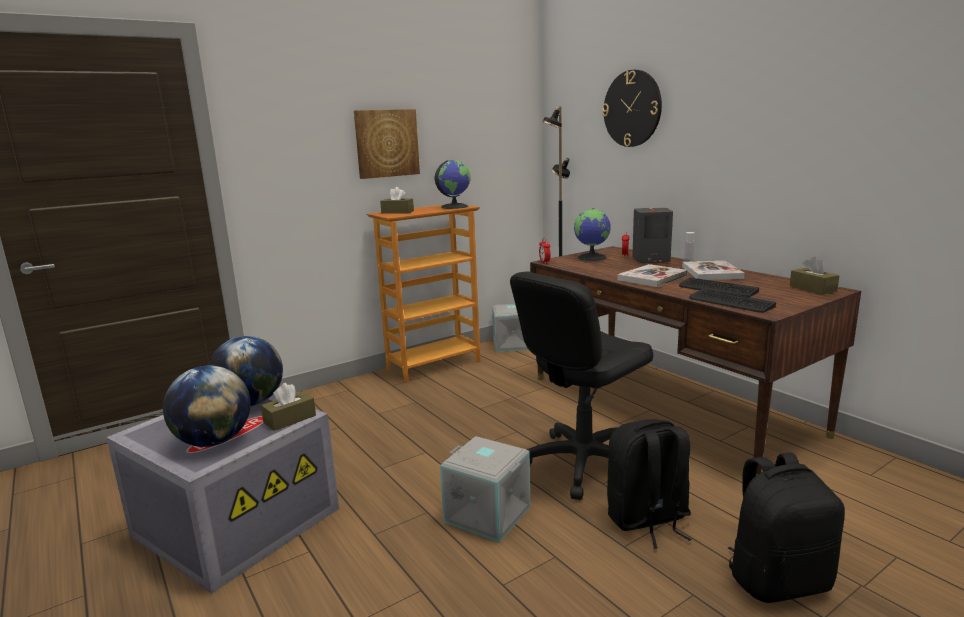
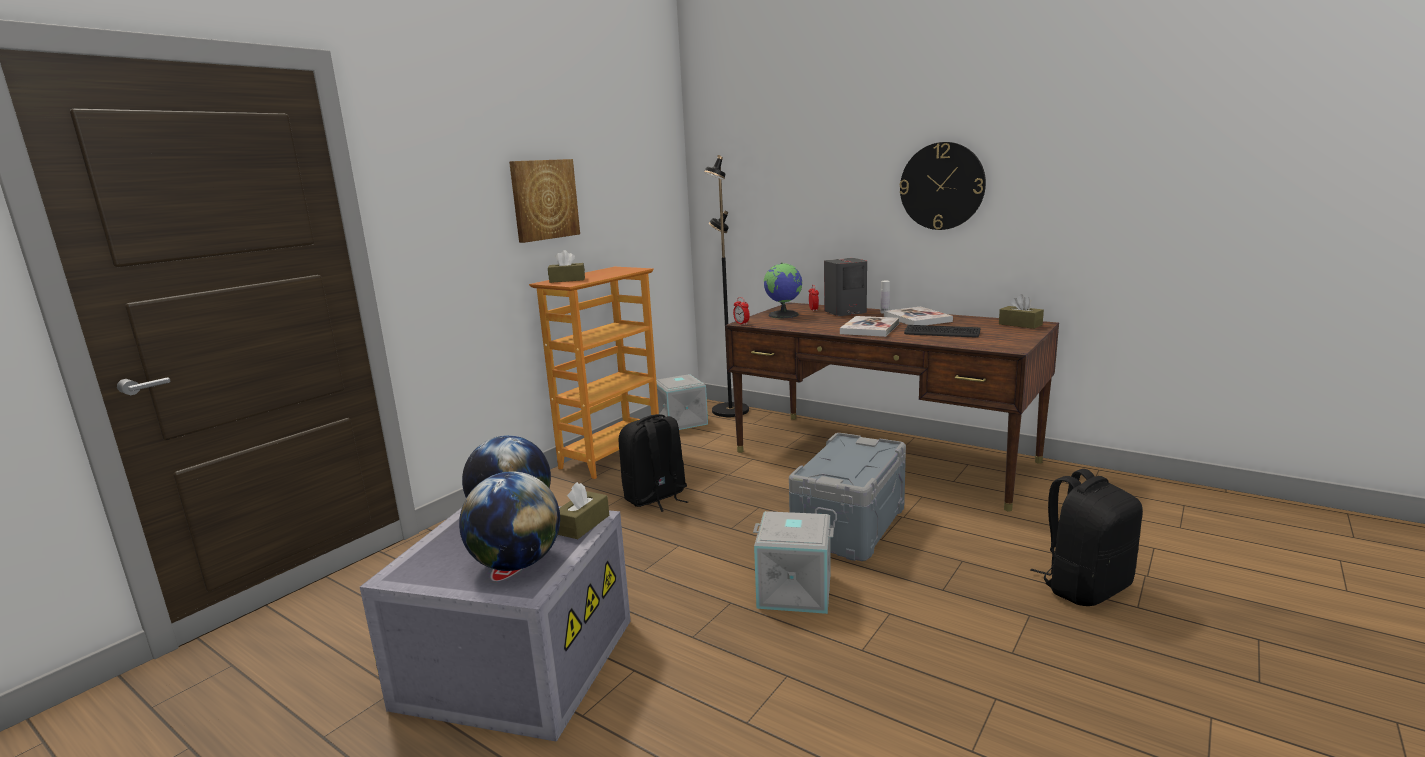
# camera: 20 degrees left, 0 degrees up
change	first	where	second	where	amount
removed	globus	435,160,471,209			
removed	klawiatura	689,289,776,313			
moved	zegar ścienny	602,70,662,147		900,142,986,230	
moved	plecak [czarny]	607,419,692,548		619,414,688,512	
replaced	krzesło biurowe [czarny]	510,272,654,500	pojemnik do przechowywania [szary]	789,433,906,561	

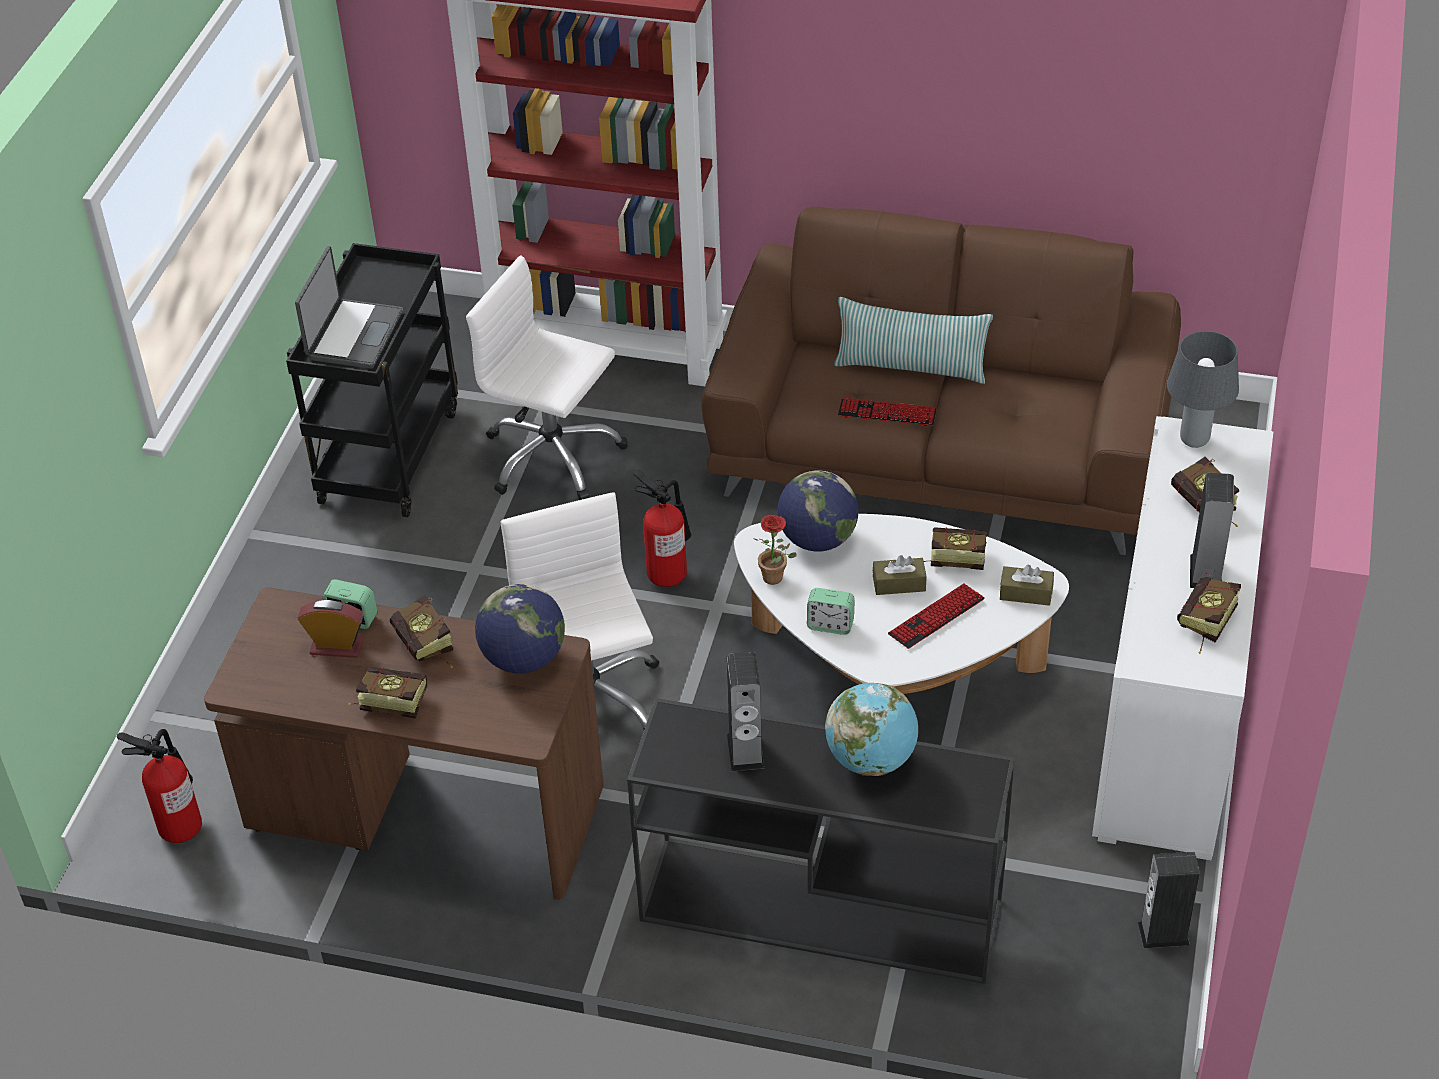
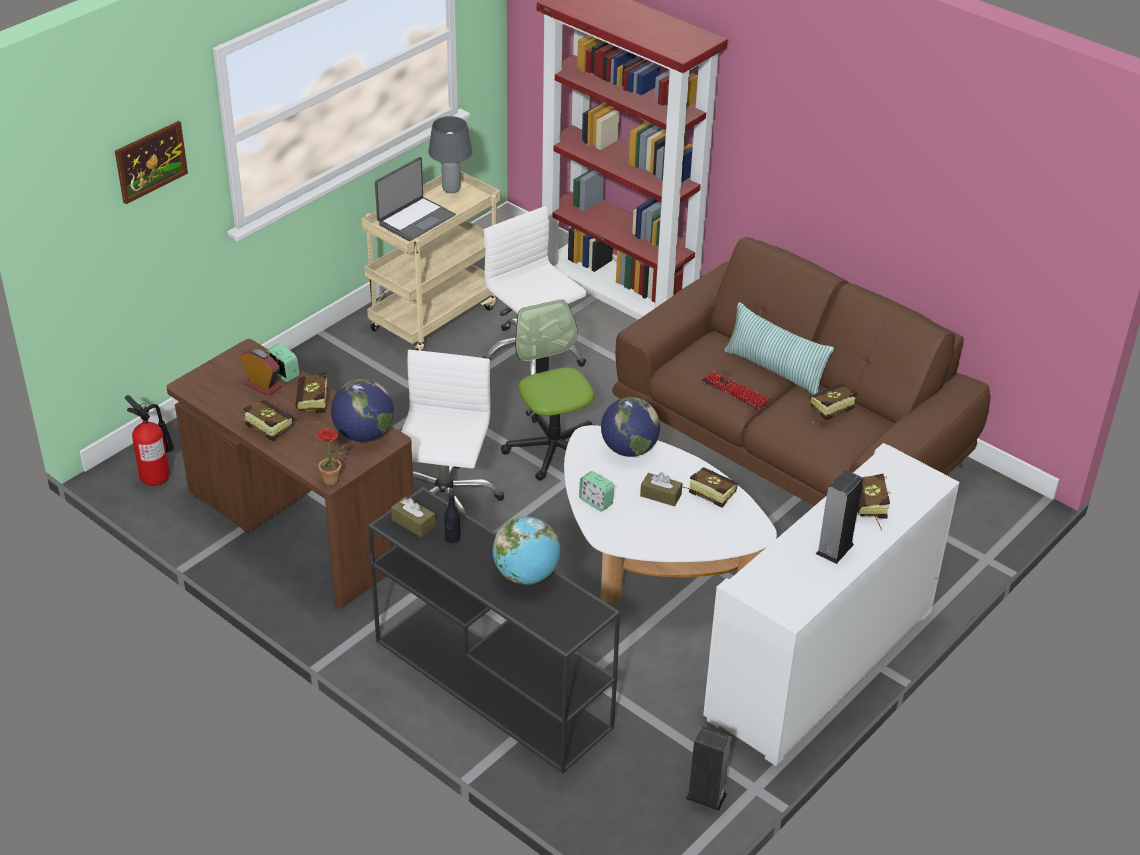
# camera: 25 degrees right, 5 degrees down
change	first	where	second	where	amount
removed	klawiatura	888,583,985,649			
added			obraz	115,121,188,204	
moved	roślina doniczkowa	753,515,797,585		314,428,345,486	
moved	pudełko chusteczek [brązowy]	1000,565,1054,606		391,496,435,537	
moved	lampa stołowa [szary]	1167,331,1239,448		428,116,472,193	
moved	książka	1177,577,1241,654		809,384,856,423	
replaced	gaśnica	633,470,691,587	krzesło biurowe	501,299,594,481	
replaced	głośnik	726,652,764,771	butelka [czarny]	444,488,460,544	
recoloured	wózek [czarny]	286,243,458,517	wózek [beżowy]	361,171,500,351	

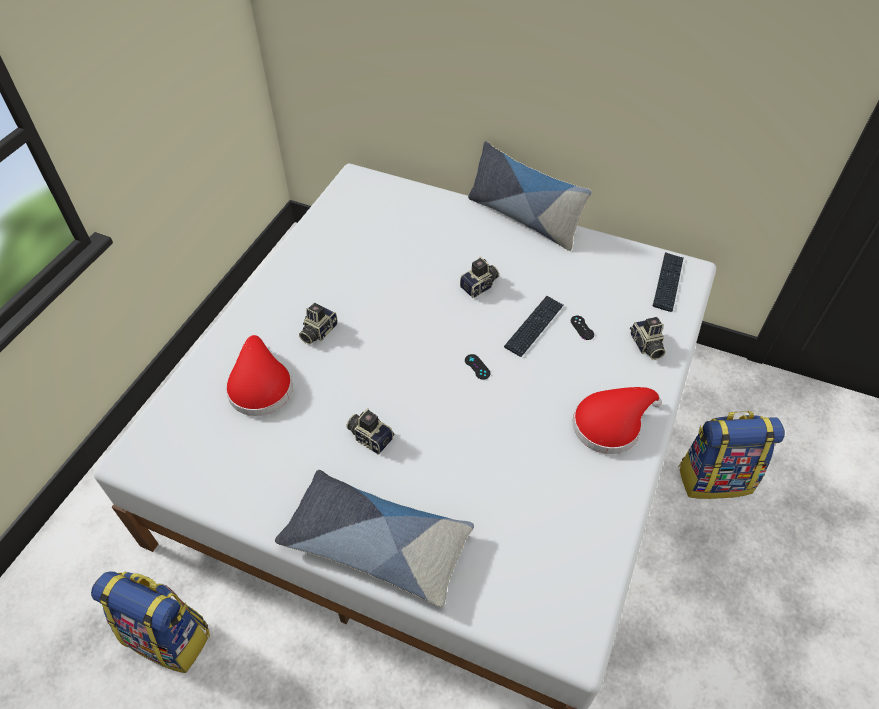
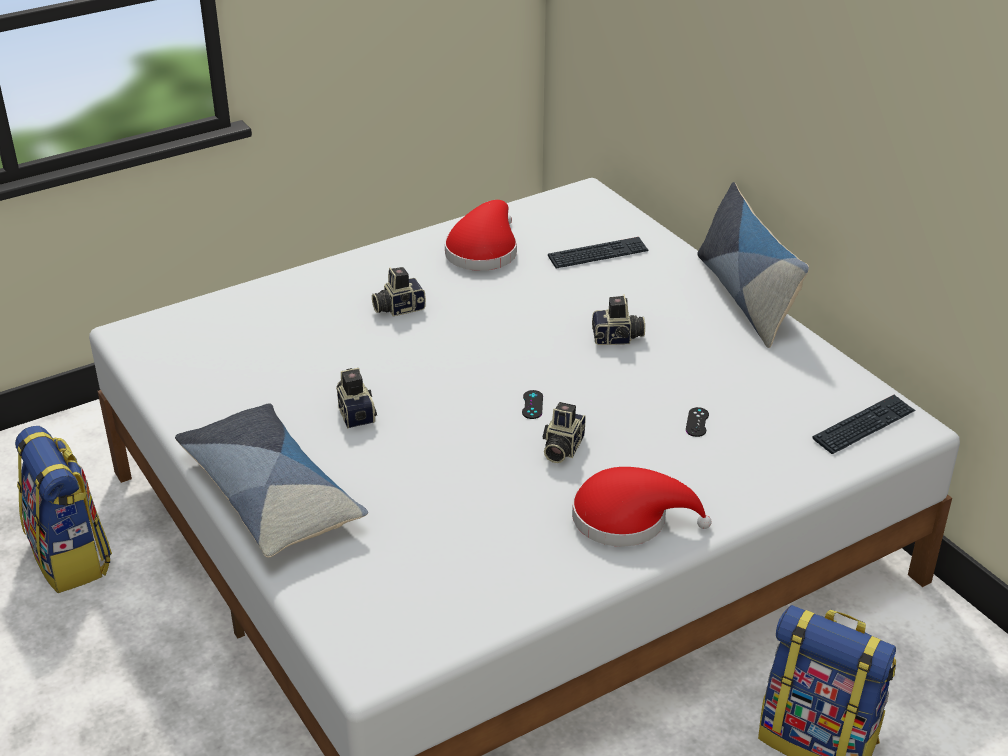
# camera: 35 degrees right, 15 degrees down
change	first	where	second	where	amount
moved	kapelusz [czerwony]	226,335,293,416		445,200,517,271	
moved	klawiatura	504,296,564,357		548,237,649,269	
moved	aparat fotograficzny	630,317,666,360		542,402,586,463	

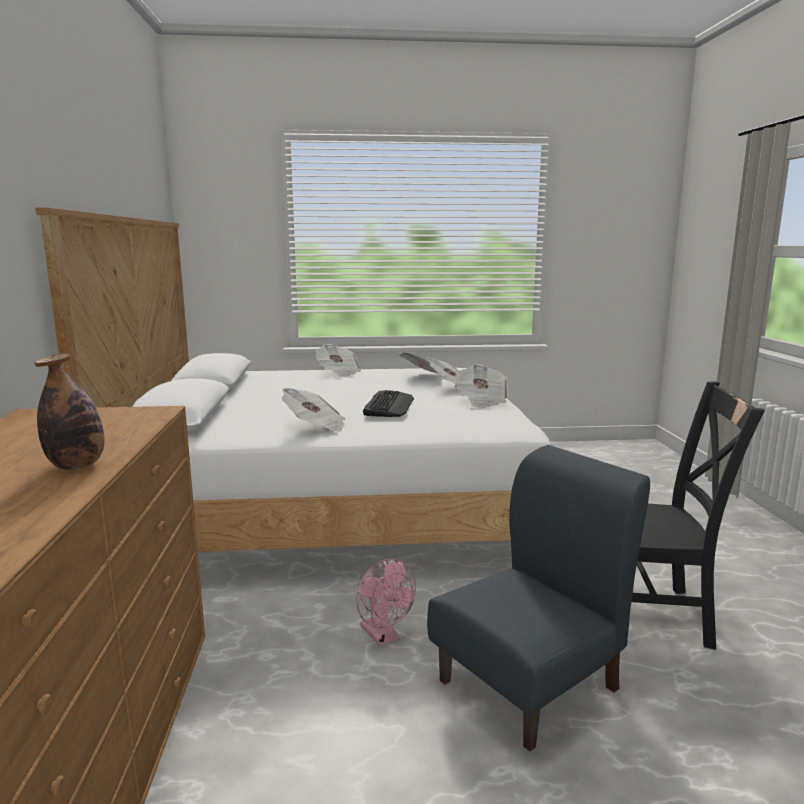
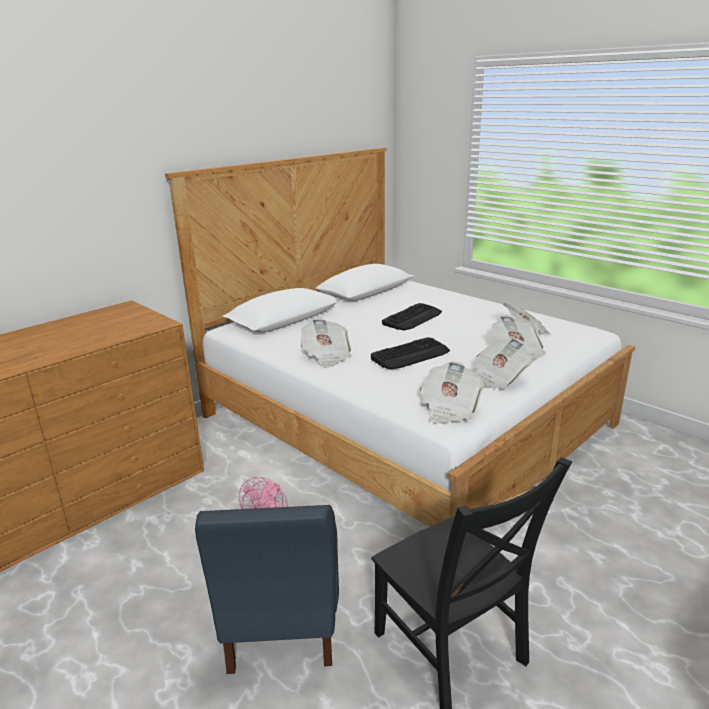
# camera: 50 degrees right, 10 degrees up
change	first	where	second	where	amount
removed	butelka	35,353,105,470			
added			klawiatura	382,303,442,330	
moved	gazeta	315,344,361,378		420,361,484,424	
turned	krzesło [niebieski]	427,445,650,751		195,505,339,674	75 degrees clockwise

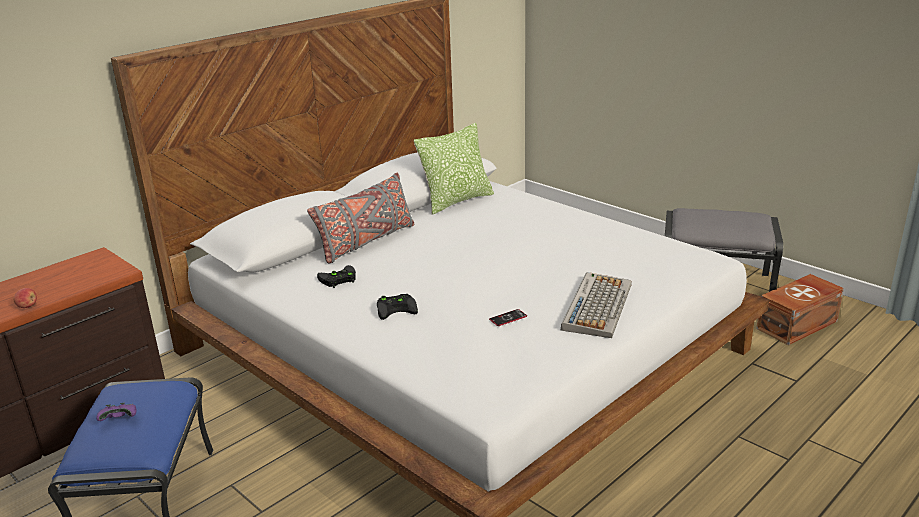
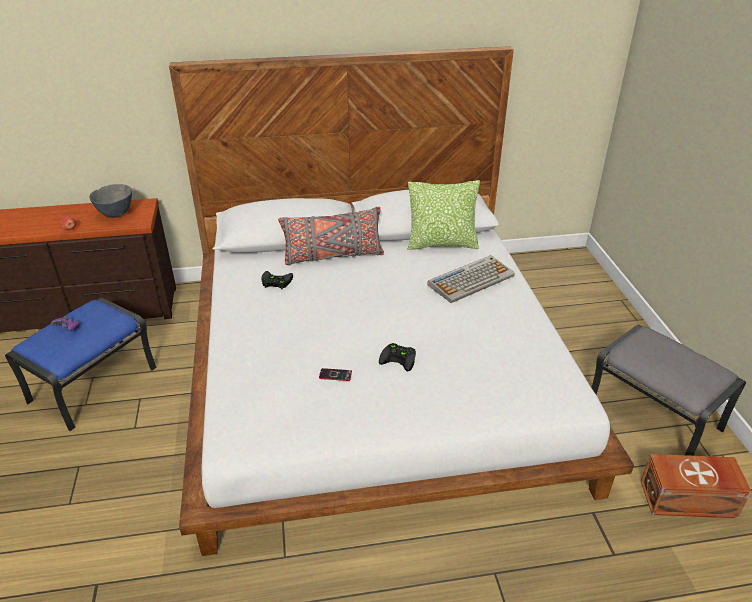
# camera: 35 degrees right, 10 degrees up
change	first	where	second	where	amount
added			miska [szary]	89,184,132,218	
moved	pad do gier [czarny]	377,294,418,320		379,343,416,372	
moved	klawiatura	561,272,632,338		427,255,515,303	

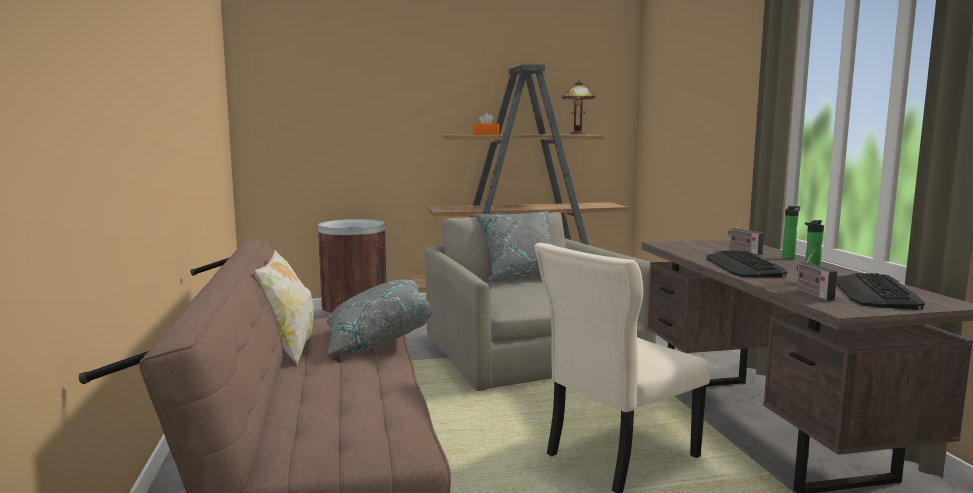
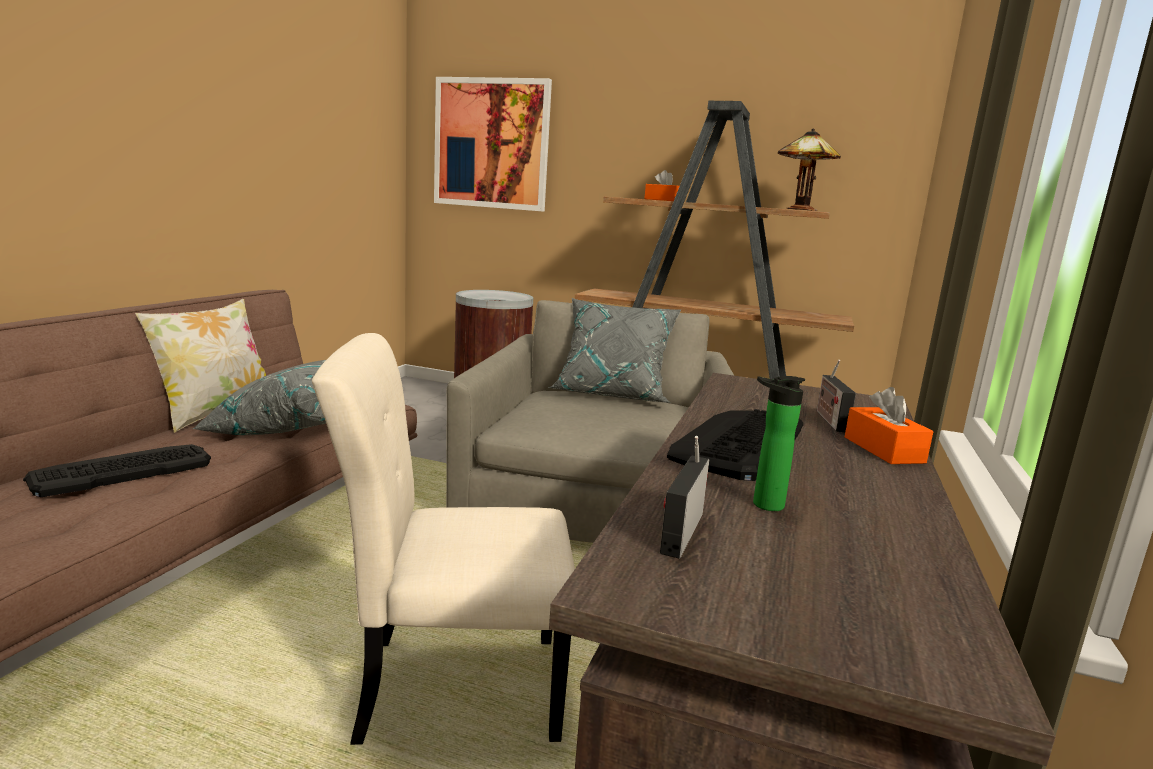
# camera: 30 degrees right, 5 degrees up
change	first	where	second	where	amount
added			obraz	434,77,552,212	
moved	klawiatura	836,273,925,310		23,444,211,497	
replaced	butelka	782,206,801,259	pudełko chusteczek [pomarańczowy]	845,387,934,464	

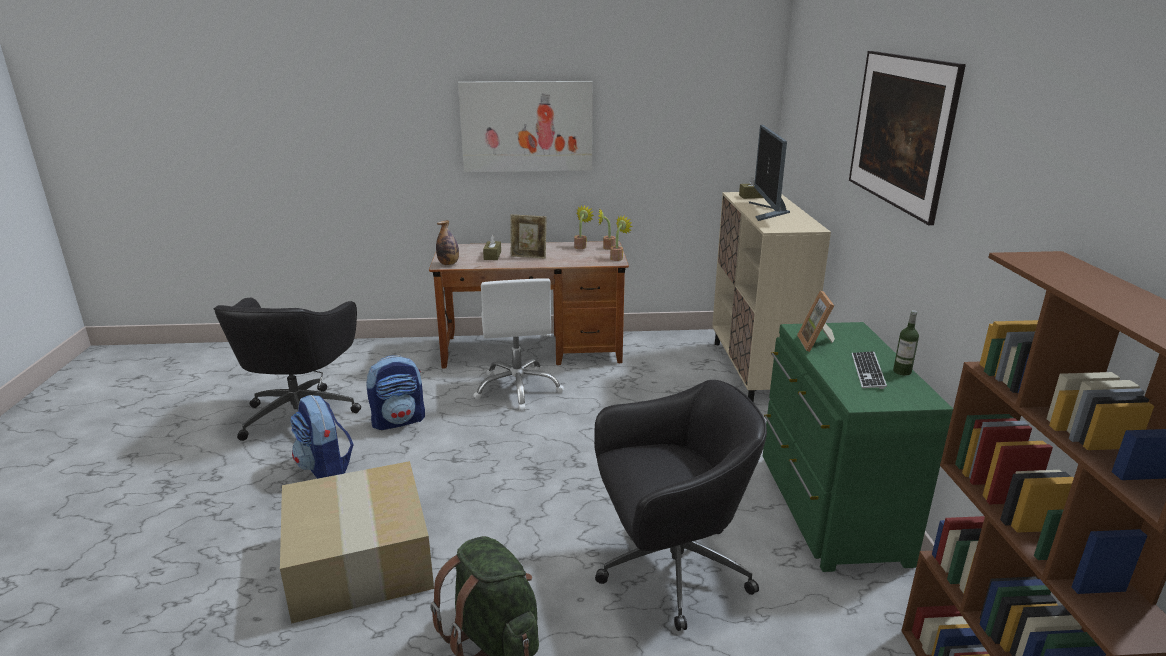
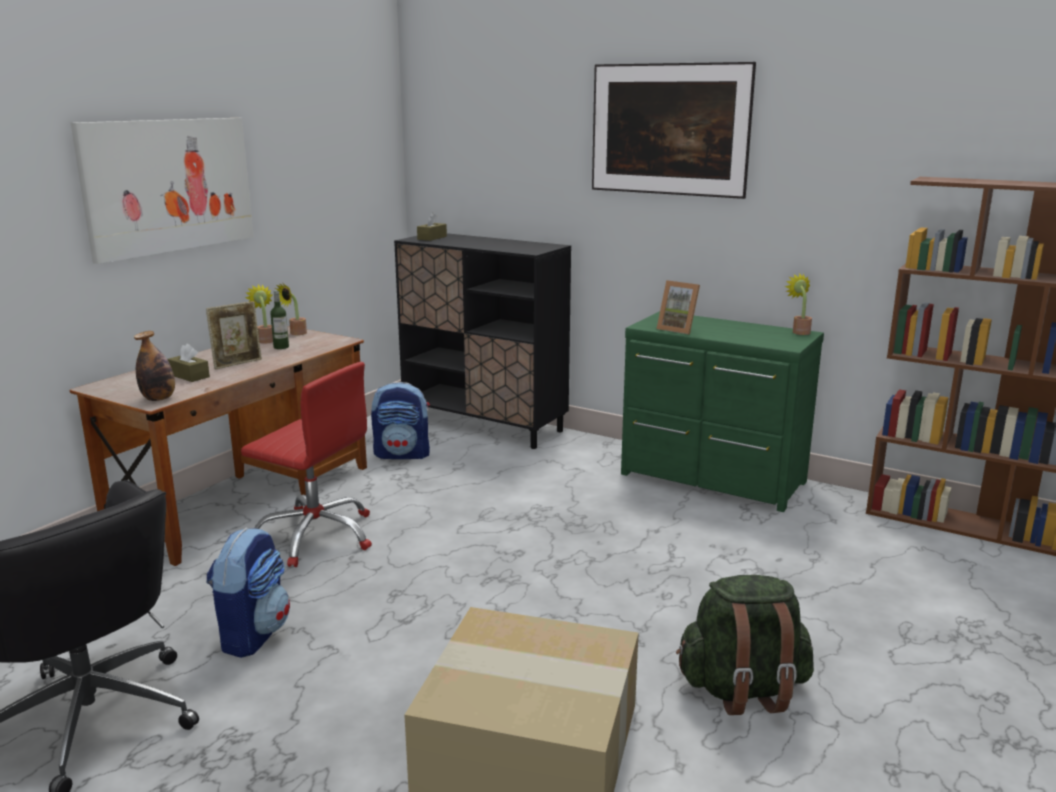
# camera: 55 degrees left, 5 degrees down
change	first	where	second	where	amount
removed	krzesło biurowe [czarny]	594,380,767,631			
removed	monitor	749,125,790,221			
removed	klawiatura	852,351,887,389			
moved	plecak	290,395,354,479		371,382,430,459	
moved	roślina doniczkowa	610,215,633,261		784,273,812,335	
moved	butelka	893,310,919,376		270,291,289,349	
recoloured	krzesło biurowe [biały]	473,278,564,411	krzesło biurowe [czerwony]	241,362,372,567	
recoloured	szafka [beżowy]	712,192,831,402	szafka [czarny]	394,233,571,449	

